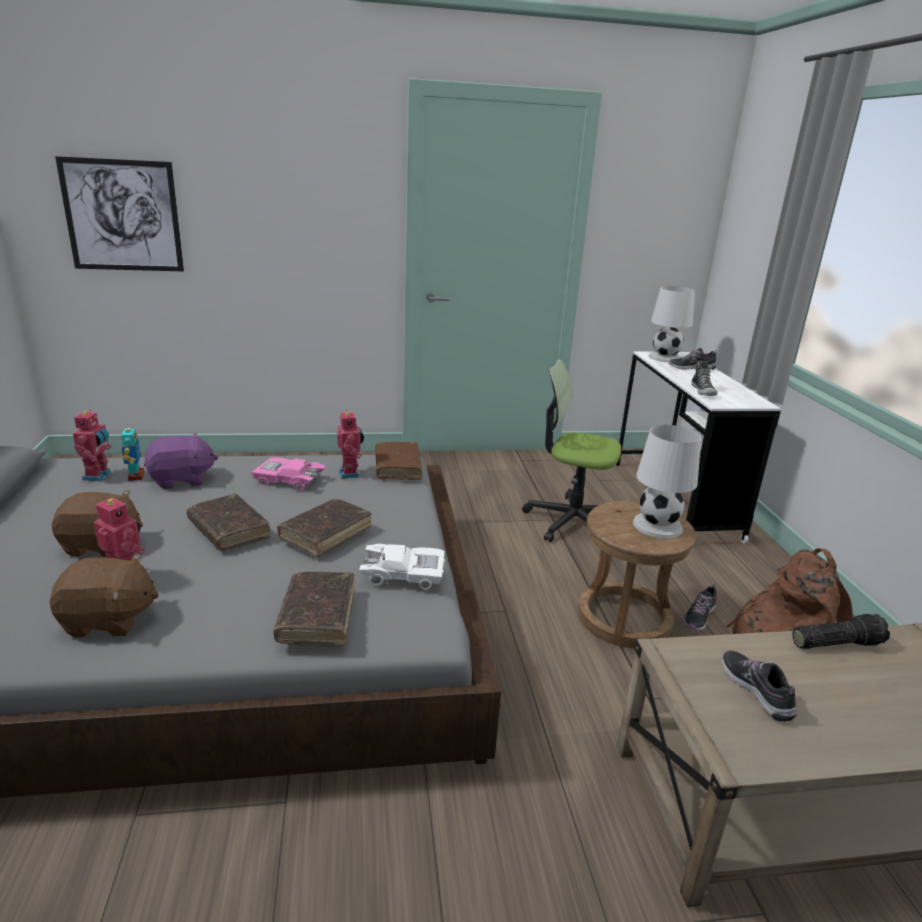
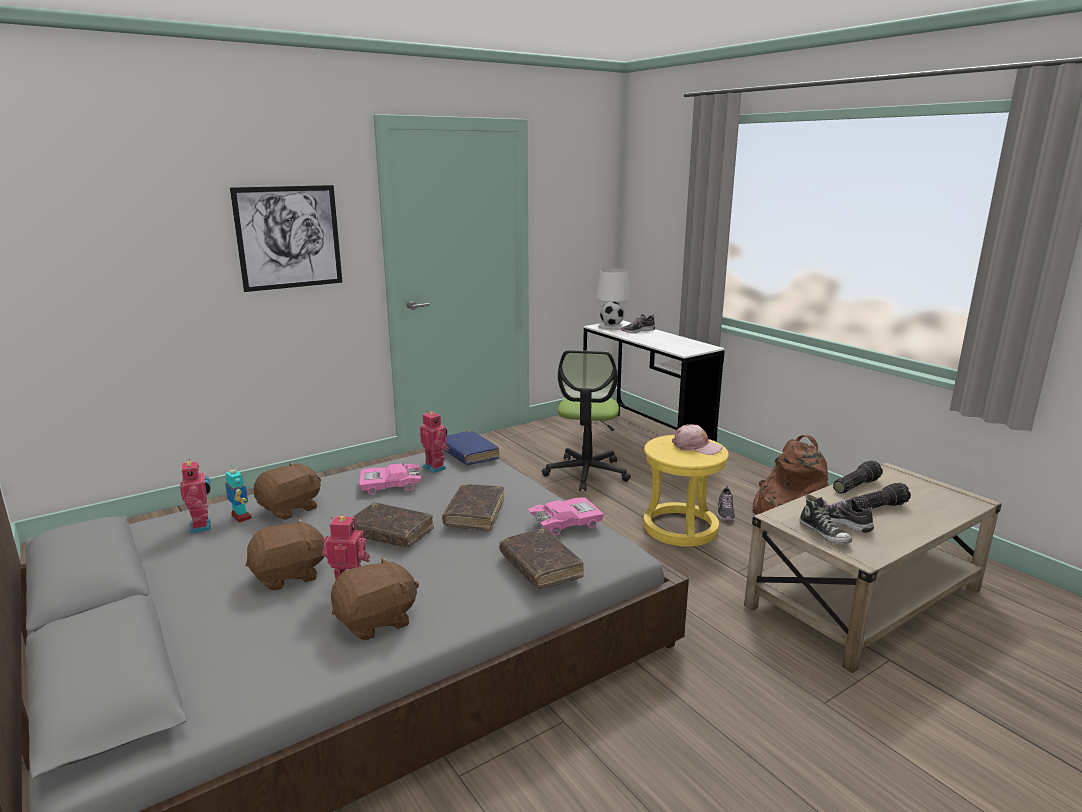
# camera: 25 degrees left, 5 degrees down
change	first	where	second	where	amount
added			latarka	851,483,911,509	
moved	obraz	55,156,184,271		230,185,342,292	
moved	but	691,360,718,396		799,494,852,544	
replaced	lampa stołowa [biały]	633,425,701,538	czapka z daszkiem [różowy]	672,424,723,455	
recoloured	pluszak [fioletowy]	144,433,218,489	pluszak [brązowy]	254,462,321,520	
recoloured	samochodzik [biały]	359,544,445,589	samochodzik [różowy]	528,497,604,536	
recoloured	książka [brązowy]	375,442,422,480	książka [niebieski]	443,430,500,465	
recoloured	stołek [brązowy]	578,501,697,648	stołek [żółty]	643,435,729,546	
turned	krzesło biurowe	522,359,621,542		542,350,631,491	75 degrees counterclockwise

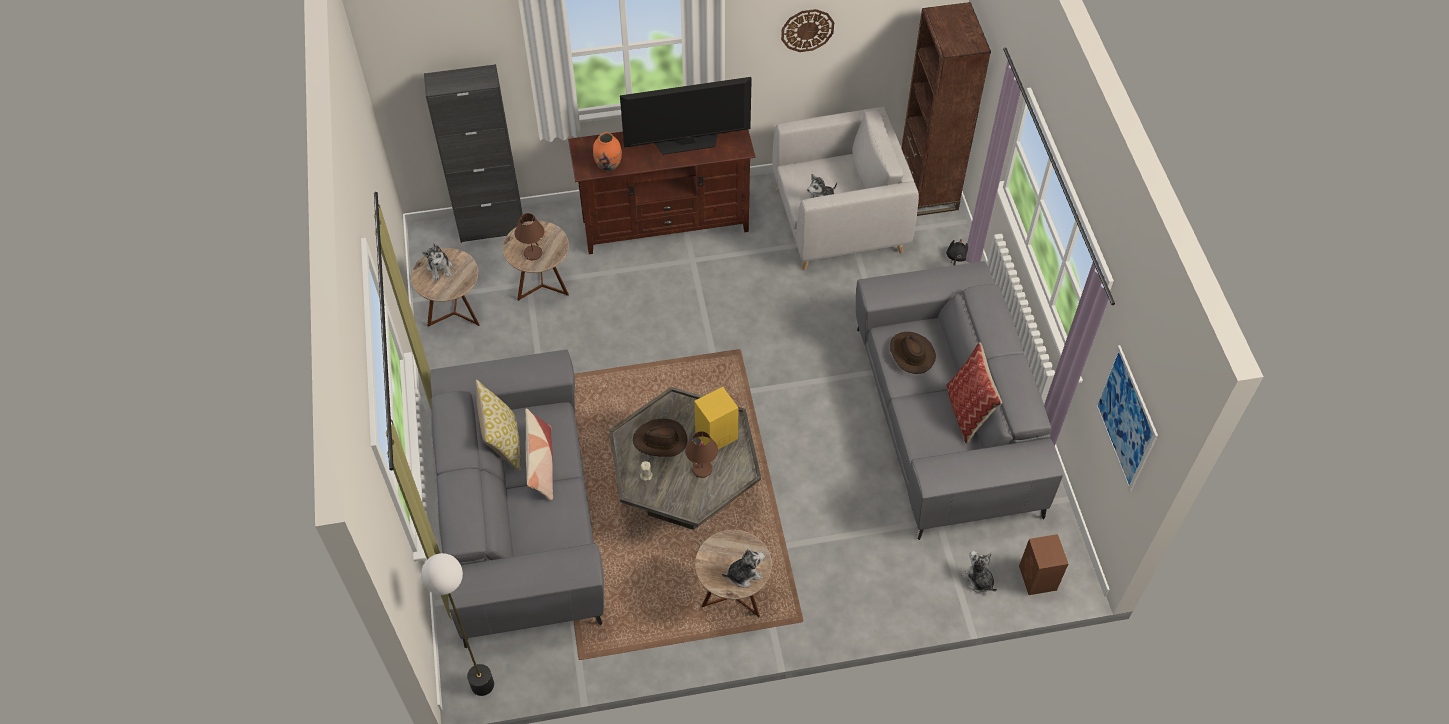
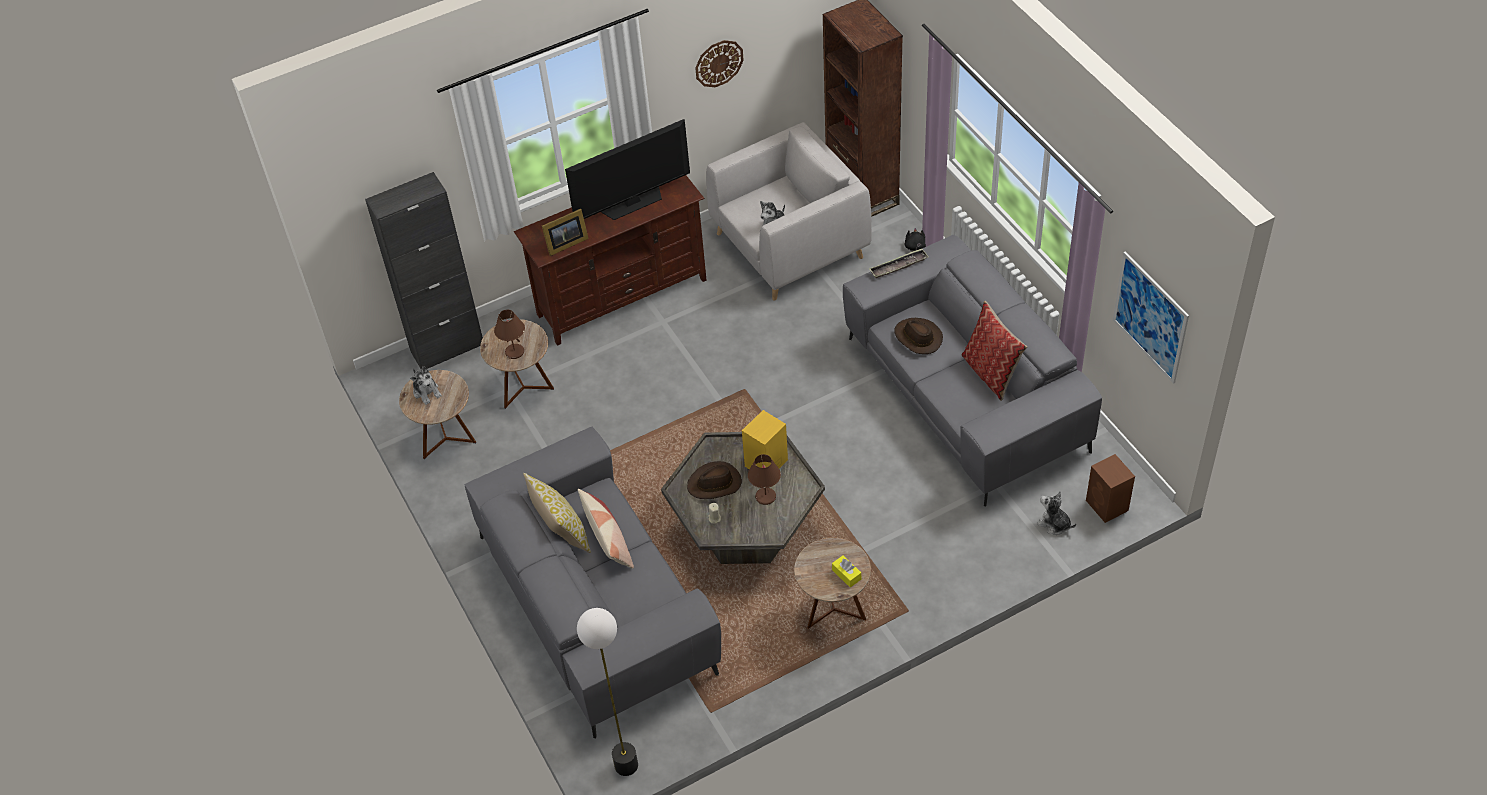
# camera: 15 degrees left, 5 degrees down
change	first	where	second	where	amount
added			taca	869,249,929,278	
replaced	wazon [pomarańczowy]	593,132,622,171	ramka na zdjęcie	542,209,589,256	
replaced	pluszak	722,549,765,587	pudełko chusteczek [żółty]	832,556,861,587	

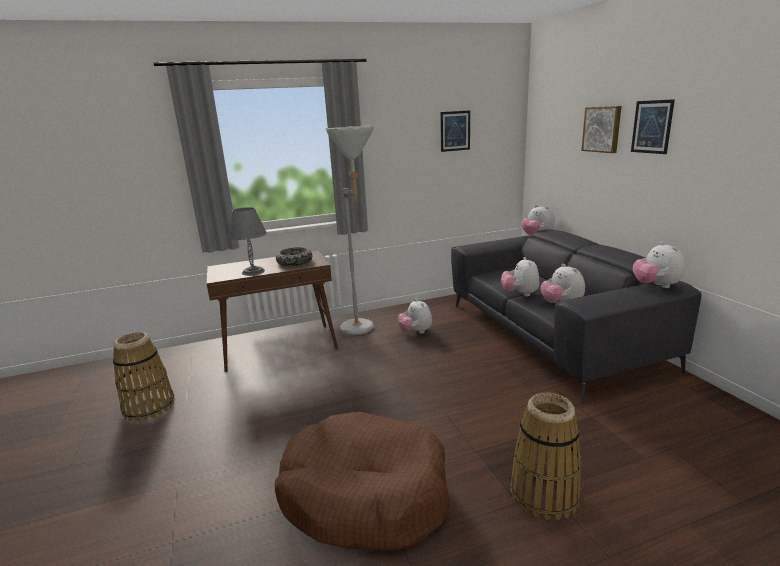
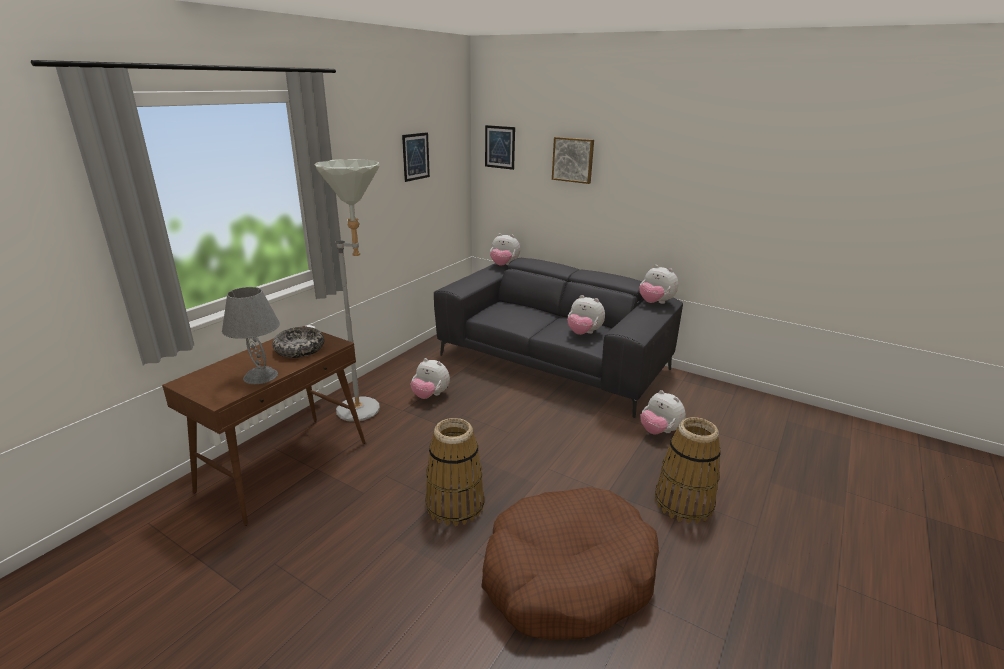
# camera: 40 degrees left, 5 degrees up
change	first	where	second	where	amount
moved	koszyk	113,332,175,421		425,418,484,526	
moved	pluszak	501,257,539,296		640,390,686,434	
moved	obraz	631,99,675,154		485,125,515,170	

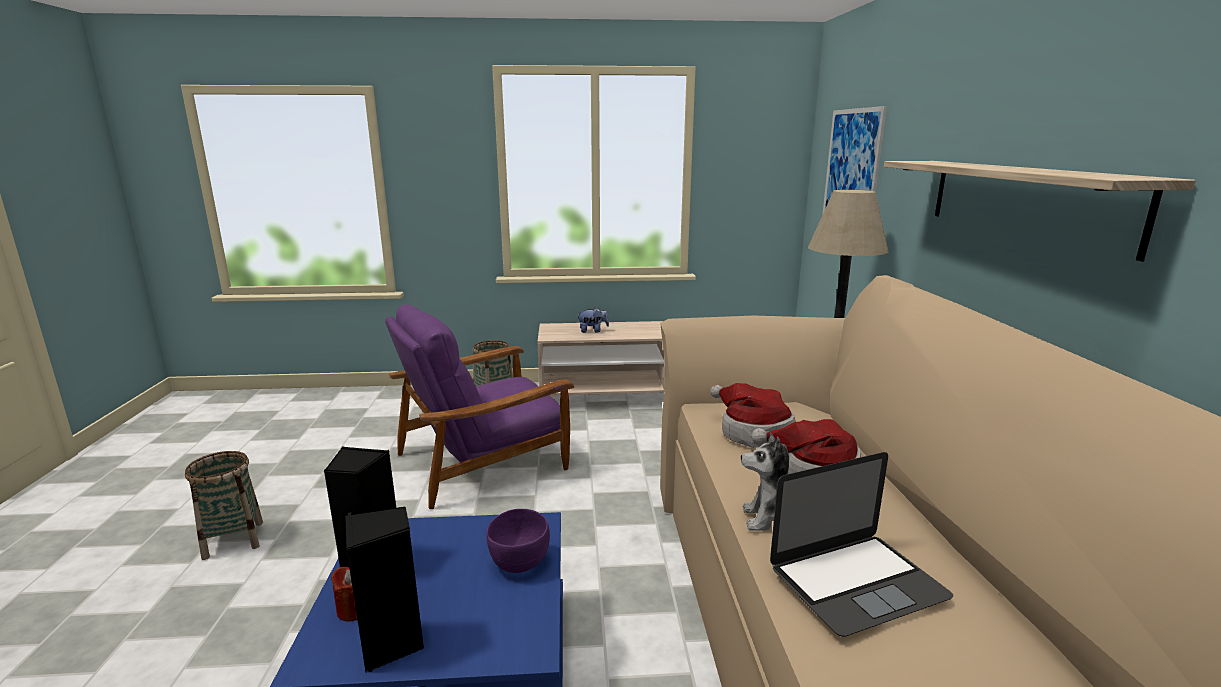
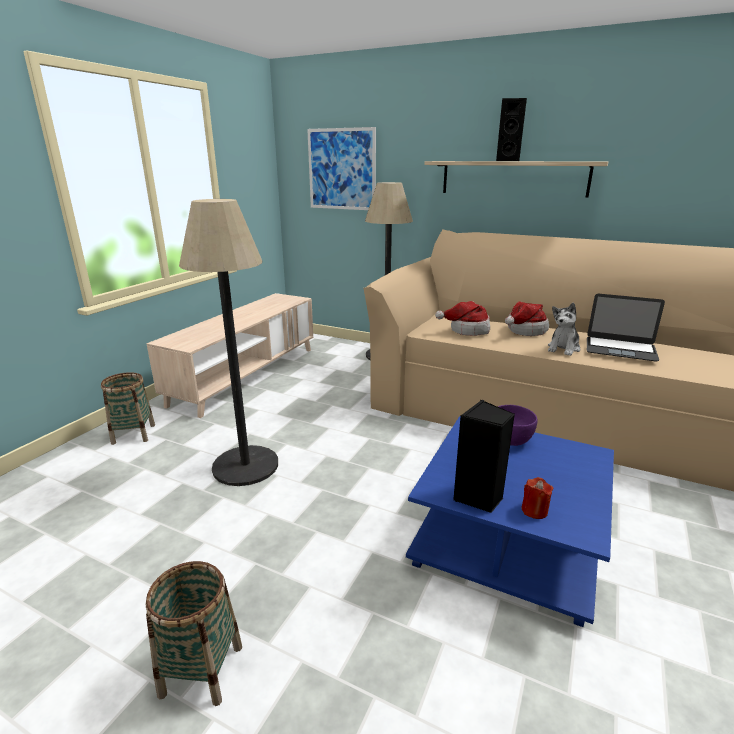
# camera: 60 degrees left, 5 degrees up
change	first	where	second	where	amount
removed	pluszak	577,307,609,333			
moved	głośnik [czarny]	345,507,424,673		496,98,527,161	
replaced	fotel [fioletowy]	385,304,574,509	lampa stojąca	179,199,278,486	
turned	laptop	770,452,953,637		587,294,665,362	105 degrees clockwise

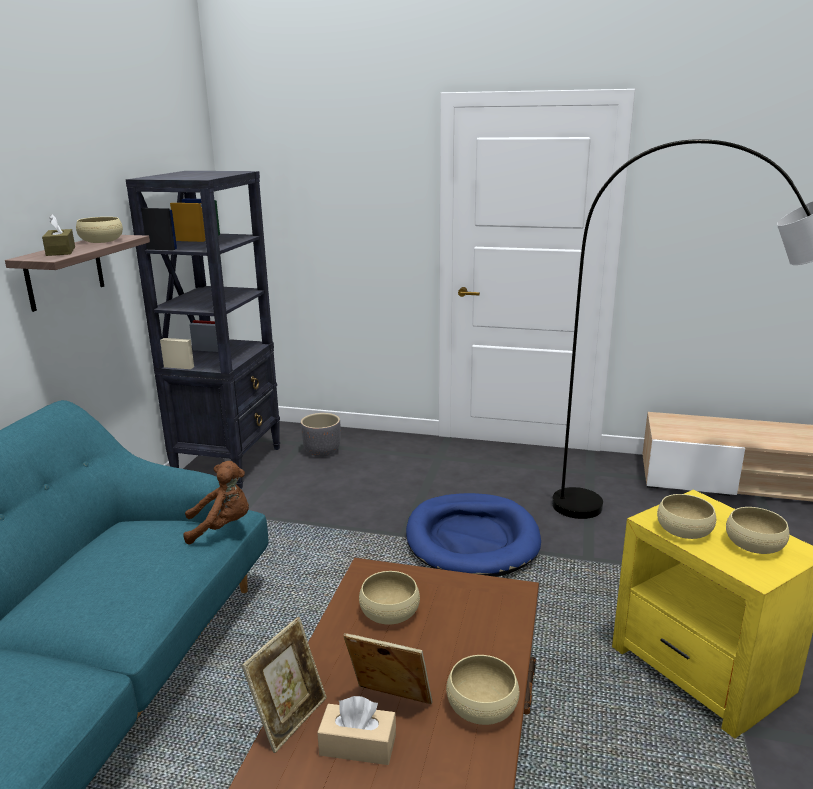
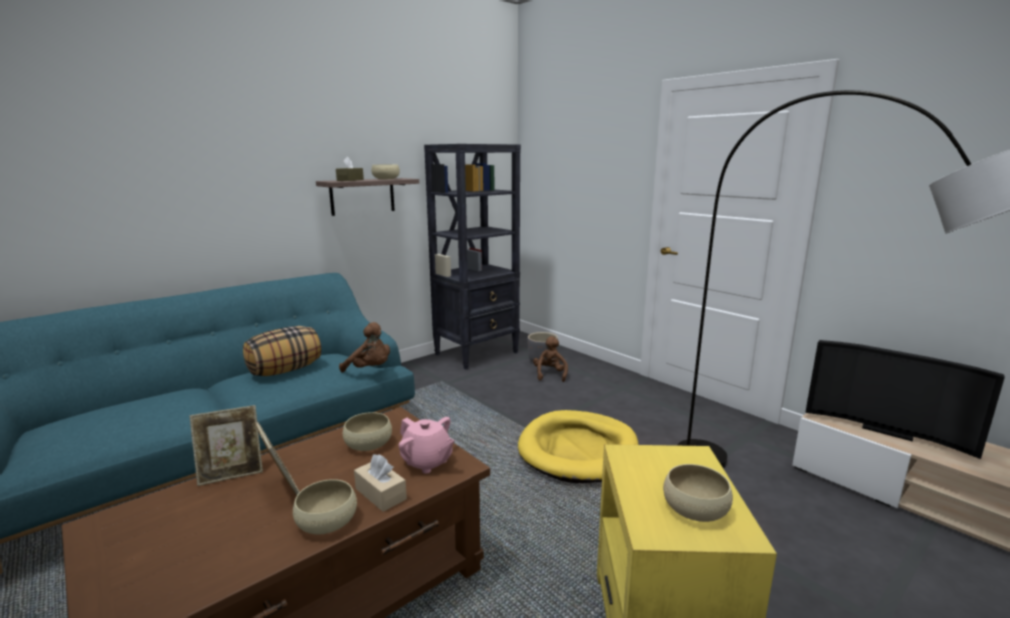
# camera: 35 degrees right, 5 degrees down
change	first	where	second	where	amount
removed	miska [beżowy]	657,494,716,539			
added			poduszka	243,326,321,376	
added			imbryk [różowy]	399,417,454,474	
added			pluszak [brązowy]	533,336,568,382	
added			telewizor	805,340,1005,459	
moved	pudełko chusteczek [beżowy]	317,696,396,765		354,454,407,512	
recoloured	legowisko [niebieski]	406,493,541,577	legowisko [żółty]	518,410,639,483	

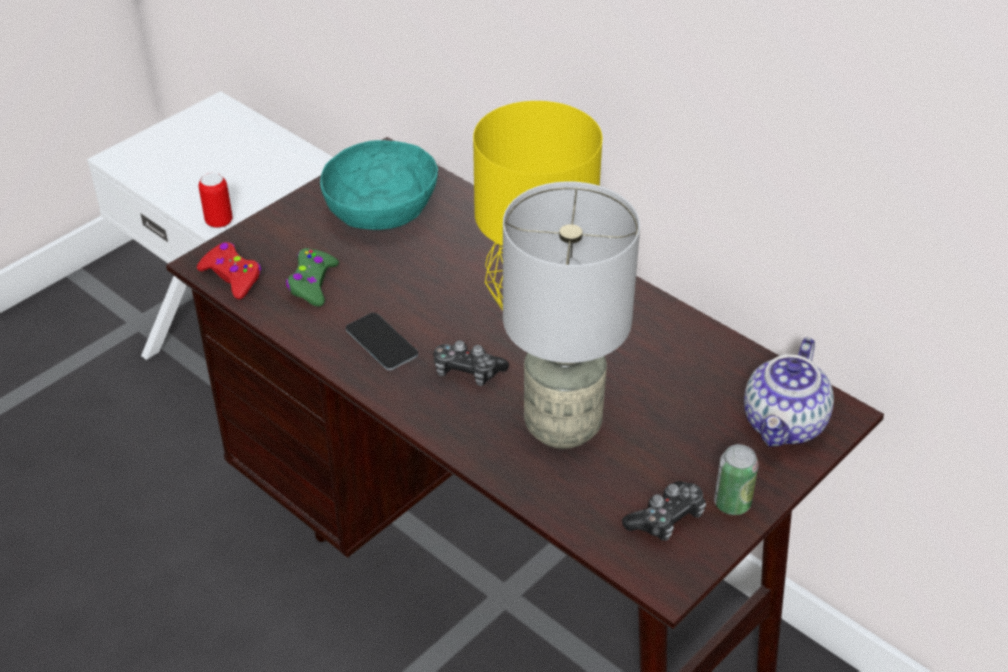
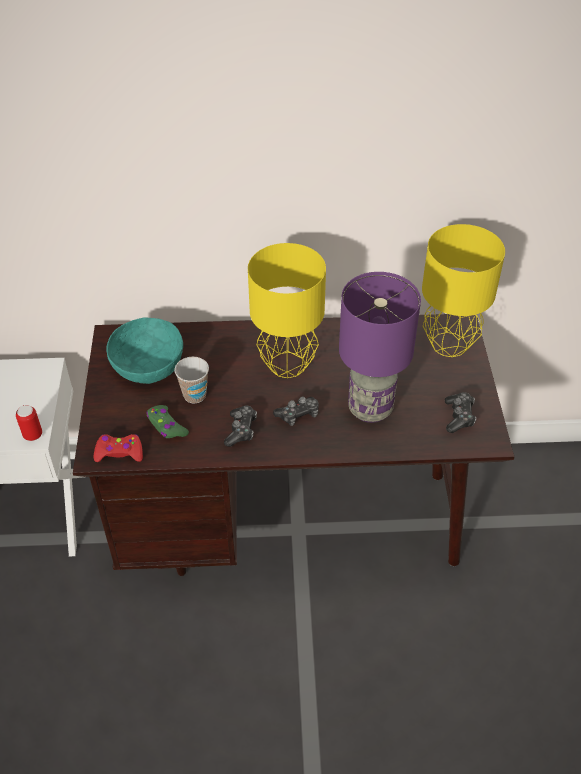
# camera: 45 degrees left, 5 degrees up
change	first	where	second	where	amount
removed	puszka	714,444,759,515			
added			filiżanka	174,357,209,404	
replaced	telefon	346,313,418,370	pad do gier	224,406,257,447	
replaced	imbryk	744,337,834,447	lampa stołowa [żółty]	422,224,505,357	
recoloured	lampa stołowa [szary]	503,181,640,449	lampa stołowa [fioletowy]	339,272,421,423	

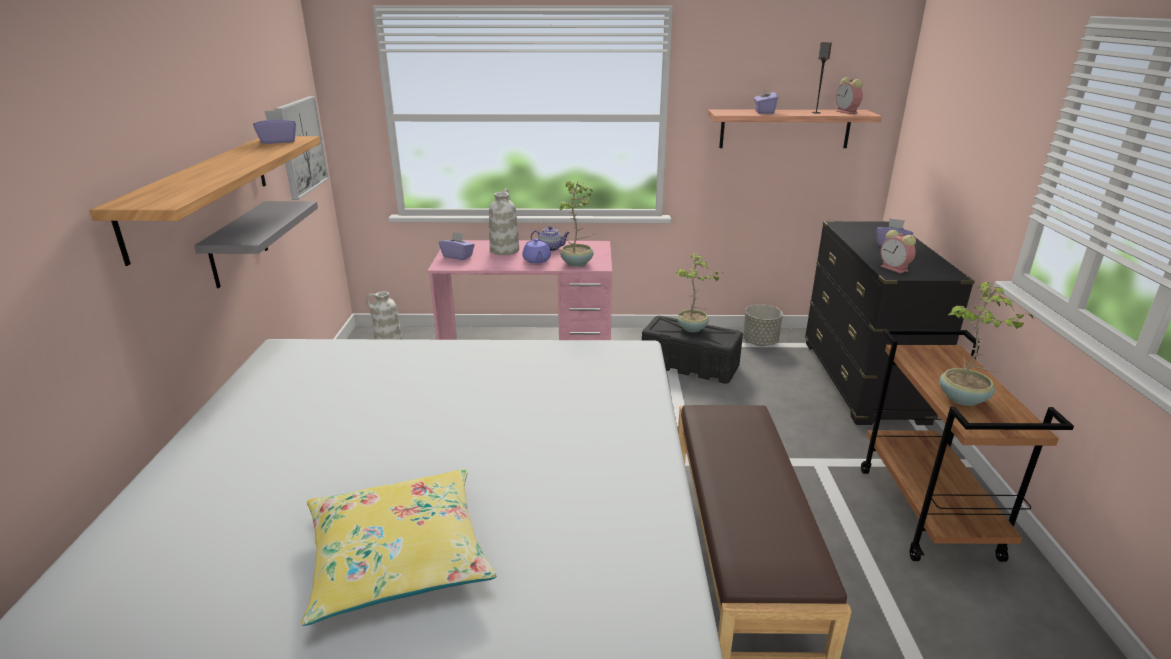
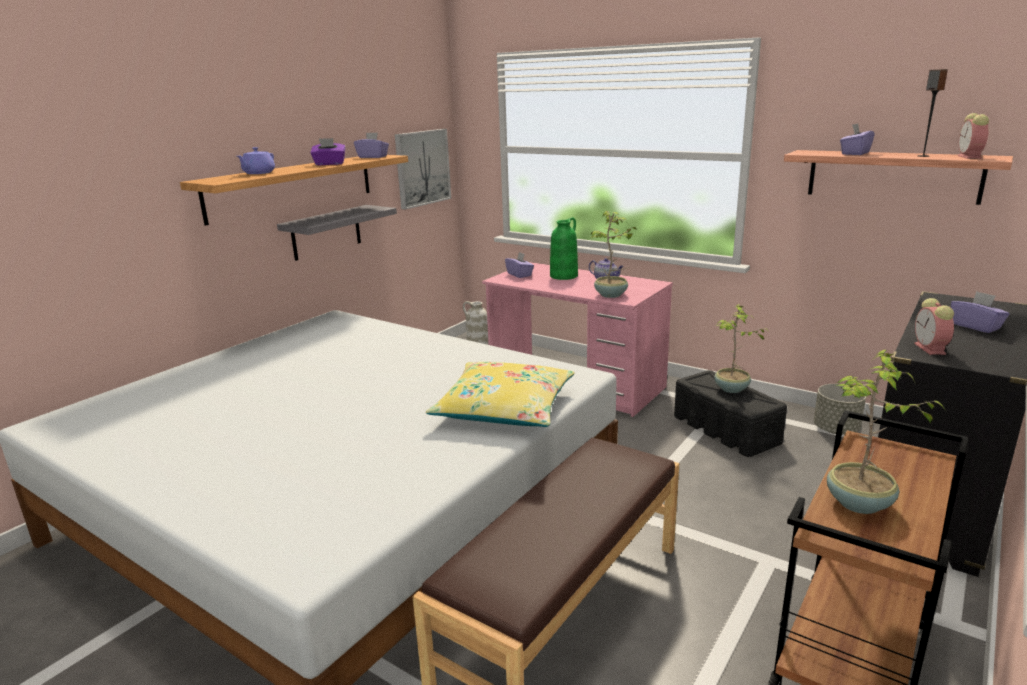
# camera: 35 degrees right, 5 degrees down
change	first	where	second	where	amount
added			pudełko chusteczek [fioletowy]	311,138,345,165	
moved	poduszka [żółty]	301,469,496,626		426,362,575,427	
moved	imbryk [fioletowy]	522,239,551,263		237,147,275,174	
recoloured	wazon [biały]	489,188,519,255	wazon [zielony]	550,217,578,280	

